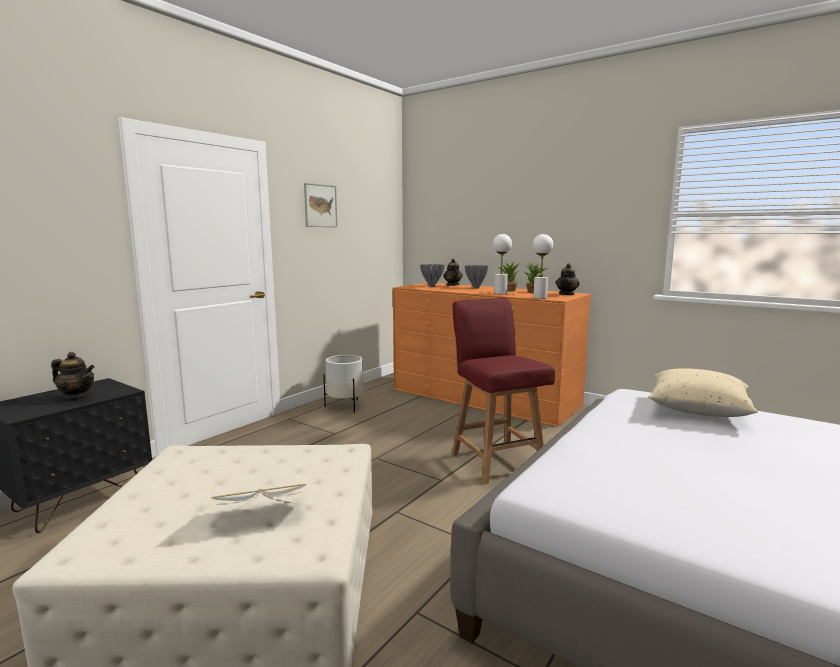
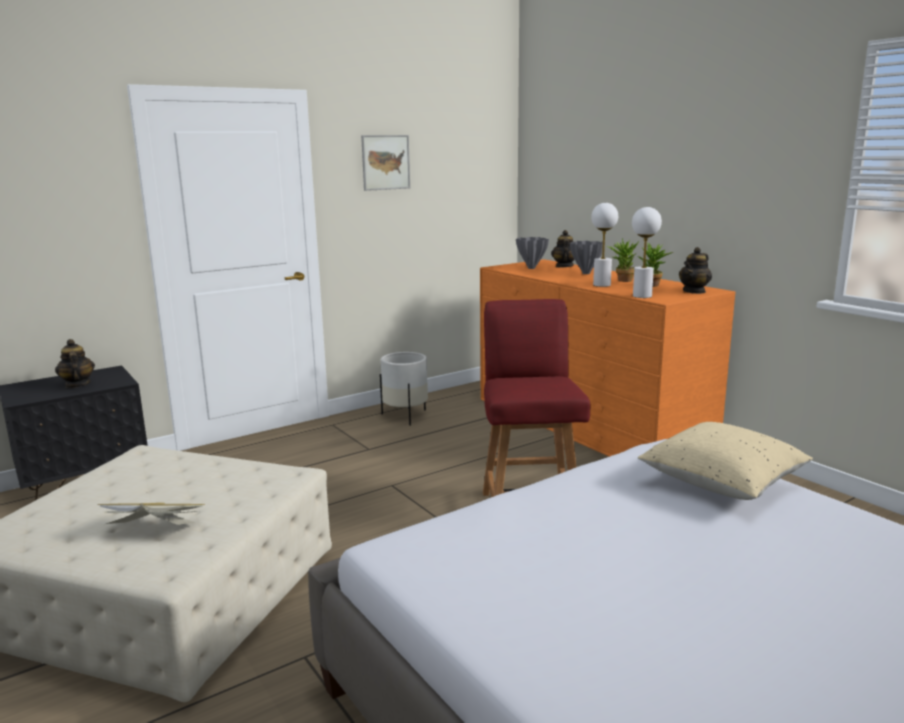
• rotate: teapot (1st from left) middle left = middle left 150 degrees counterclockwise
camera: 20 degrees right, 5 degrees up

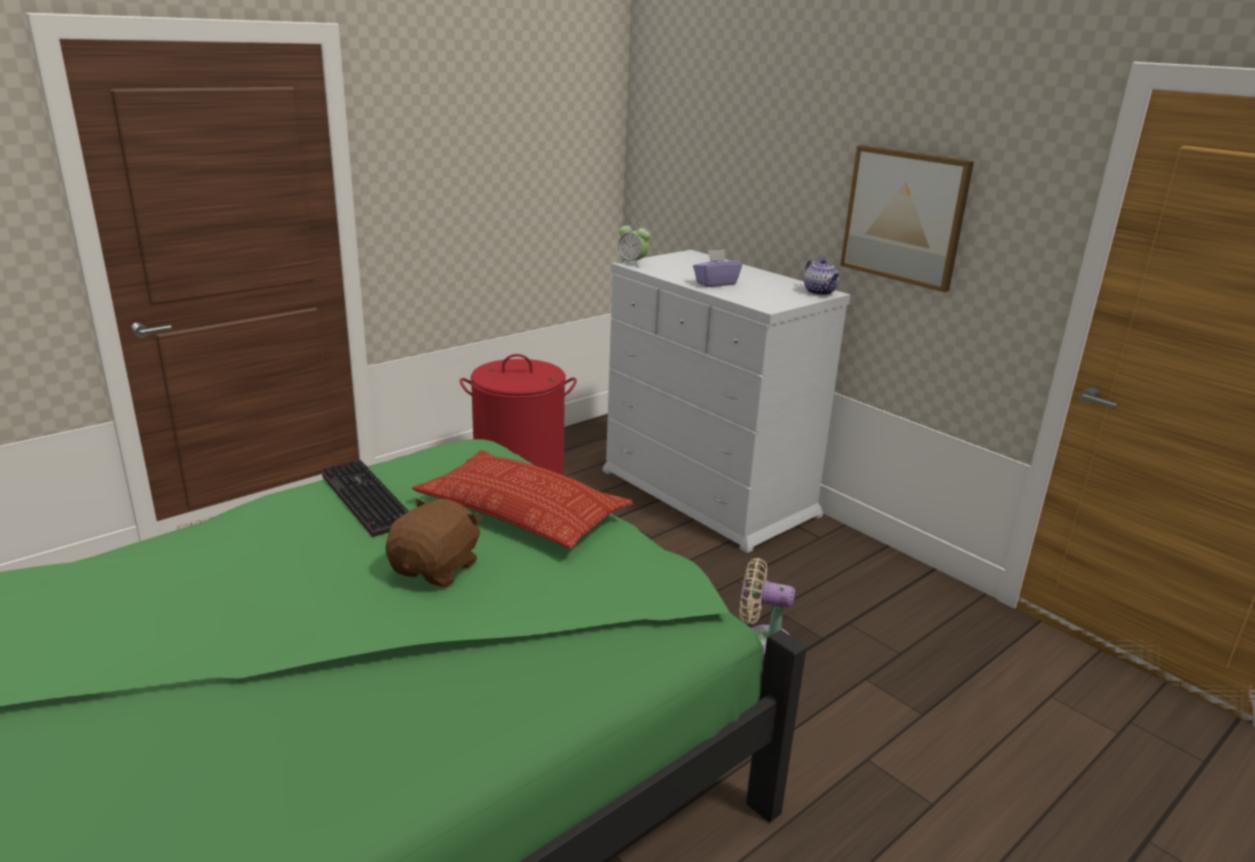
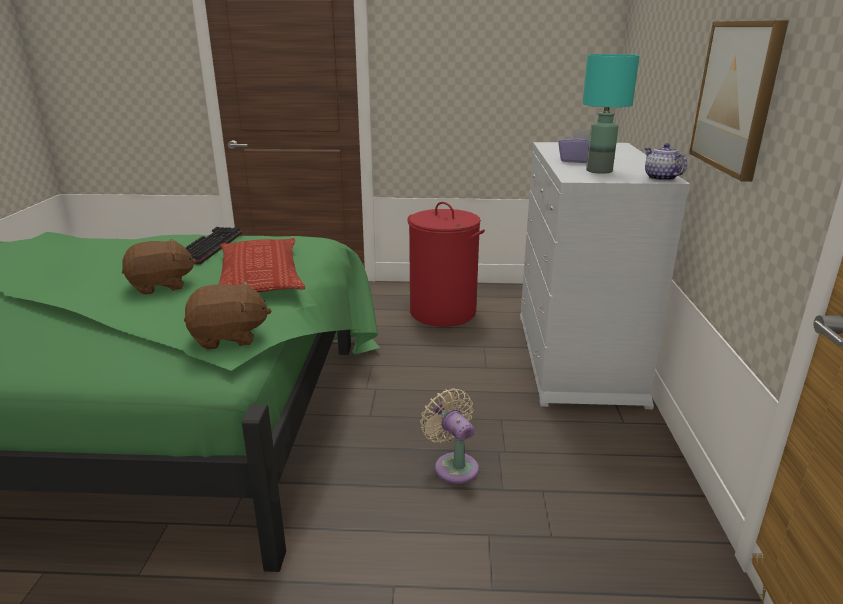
• insert: brown plush toy (2nd from left) middle left
• insert: turquoise table lamp top right
• rotate: teapot top centre = top right 135 degrees clockwise
• delete: alarm clock top centre
camera: 45 degrees right, 0 degrees up

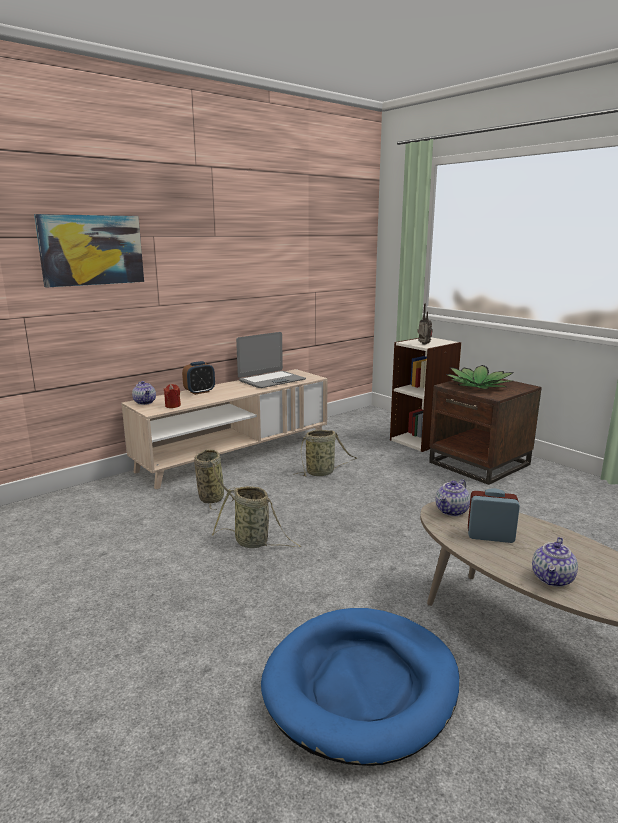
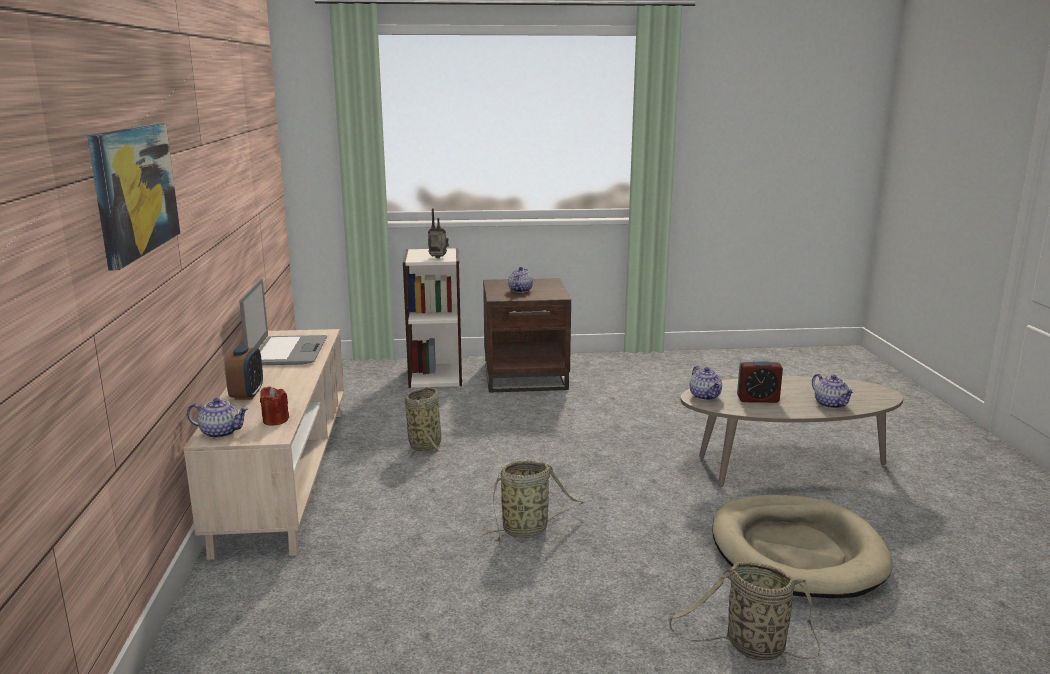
• replace: potted plant middle right to teapot (2nd from left) centre
• move: basket (1st from left in the first image) centre to basket (3rd from left) bottom right
• recolor: blue dog bed bottom centre to beige dog bed bottom right
• rotate: alarm clock (2nd from left) middle right = middle right 135 degrees counterclockwise
camera: 55 degrees left, 0 degrees up

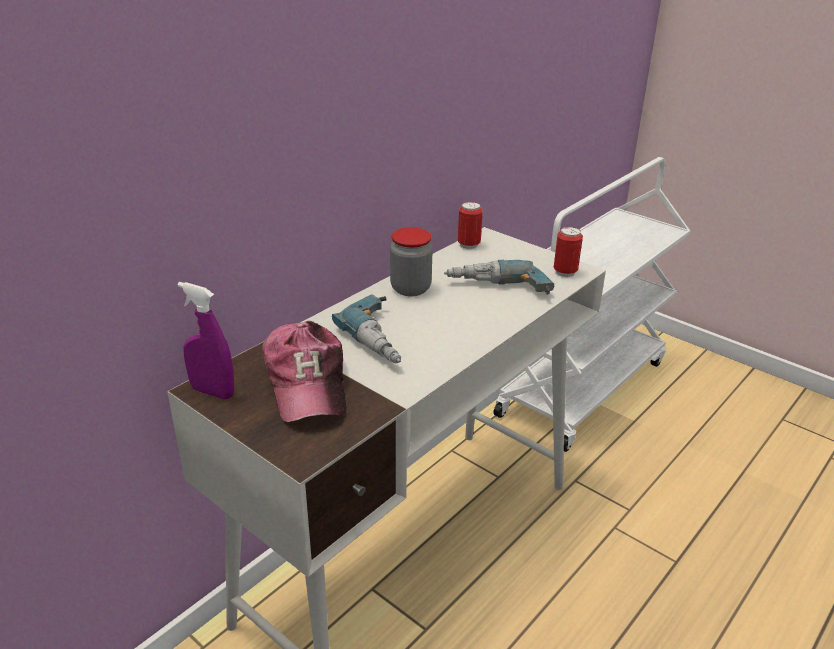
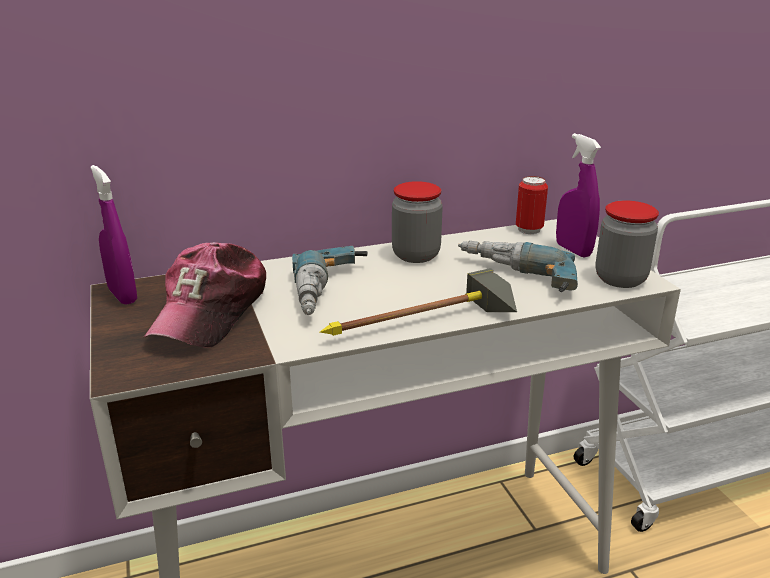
• insert: hammer centre
• insert: purple spray bottle (2nd from left) middle right
• replace: can (2nd from left) middle right to jar (2nd from left) middle right
camera: 30 degrees right, 5 degrees down

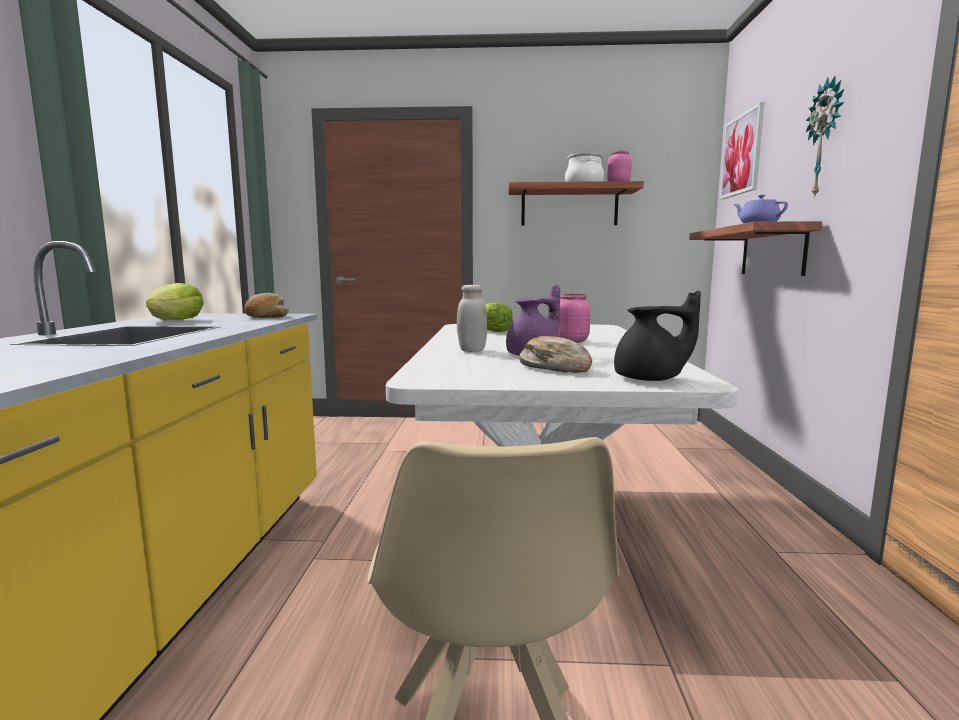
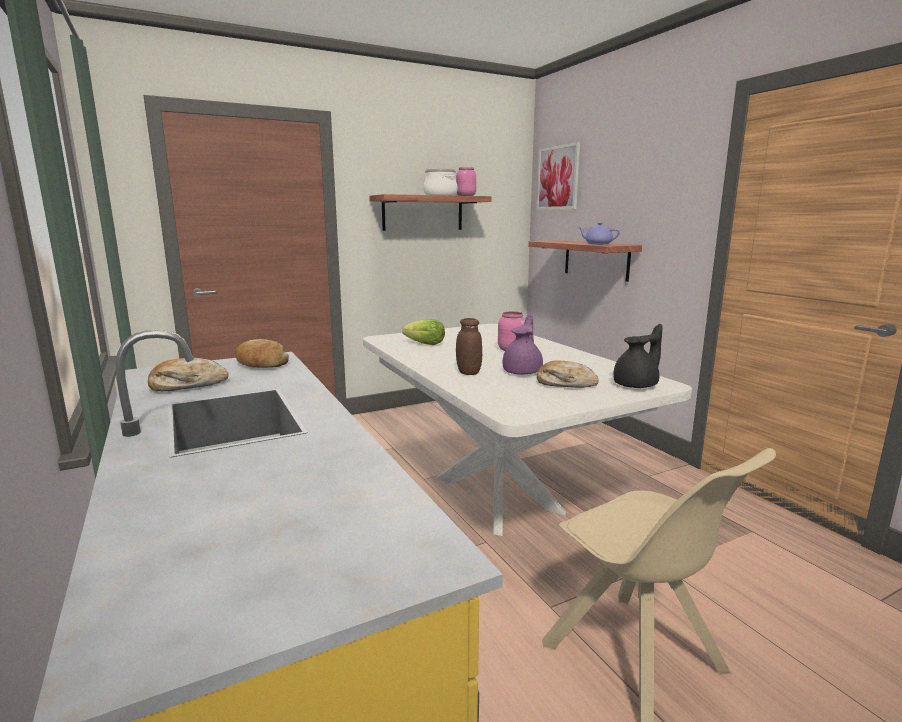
• replace: lettuce (1st from left) middle left to bread (1st from left) middle left
• recolor: white jar centre to brown jar centre
• delete: wall clock top right
camera: 30 degrees left, 5 degrees up

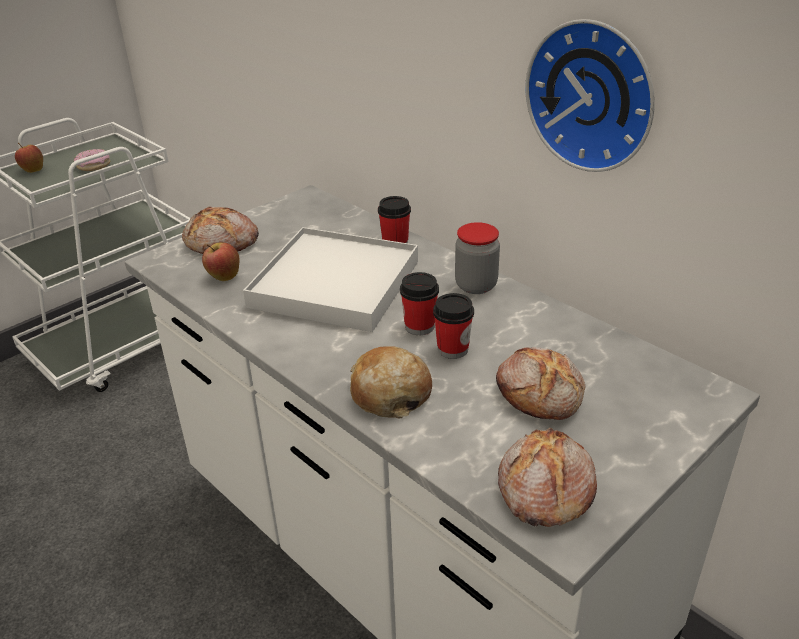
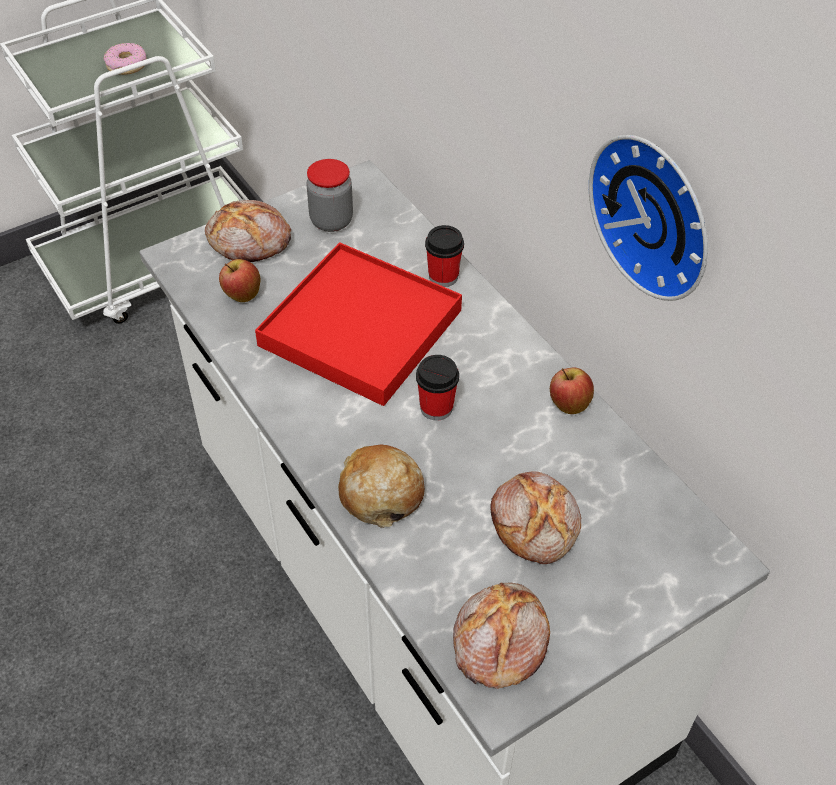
• recolor: white tray centre to red tray centre
• move: jar centre to top centre
• move: apple (1st from left in the first image) top left to apple (2nd from left) middle right
• delete: cup (3rd from left) centre
camera: 10 degrees right, 15 degrees up

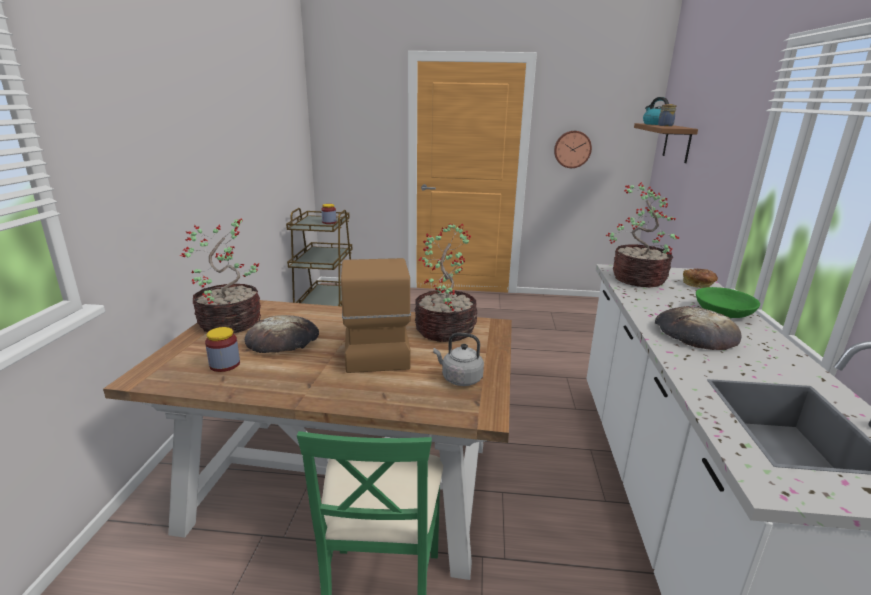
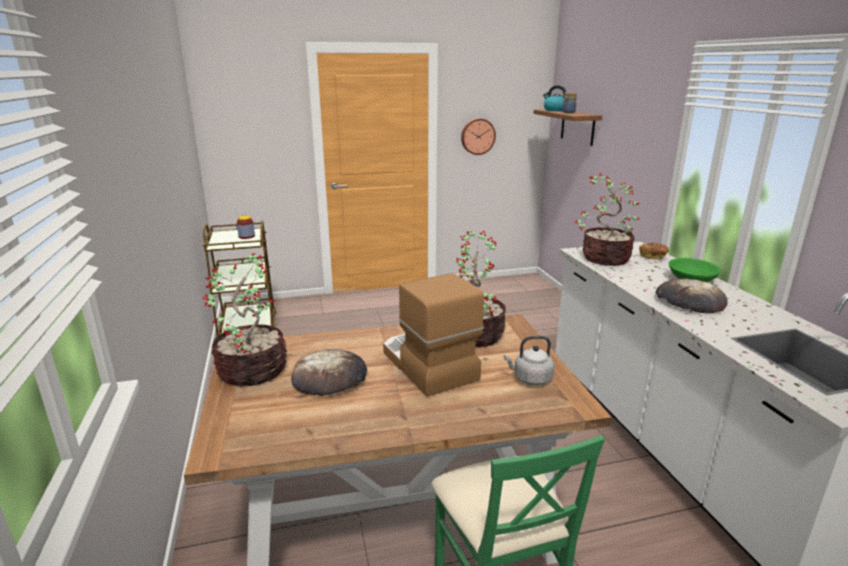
• delete: jar (1st from left) middle left
camera: 20 degrees left, 0 degrees up

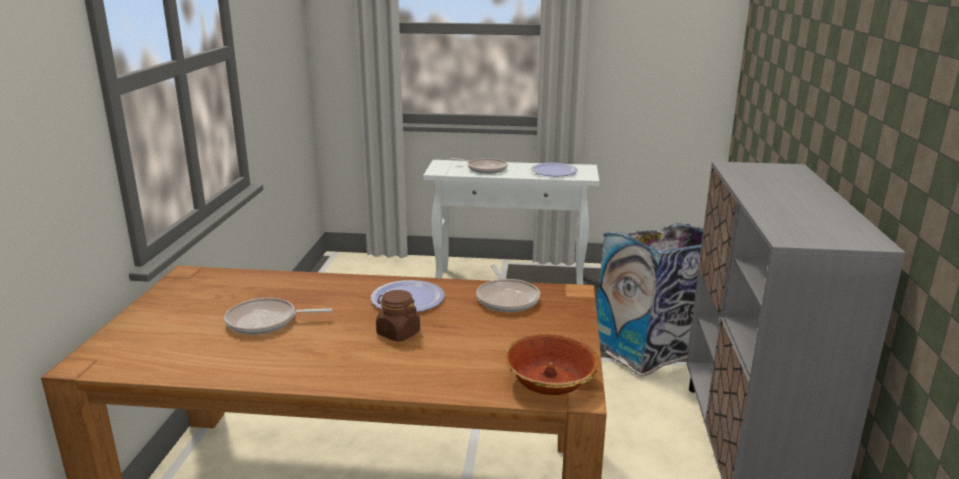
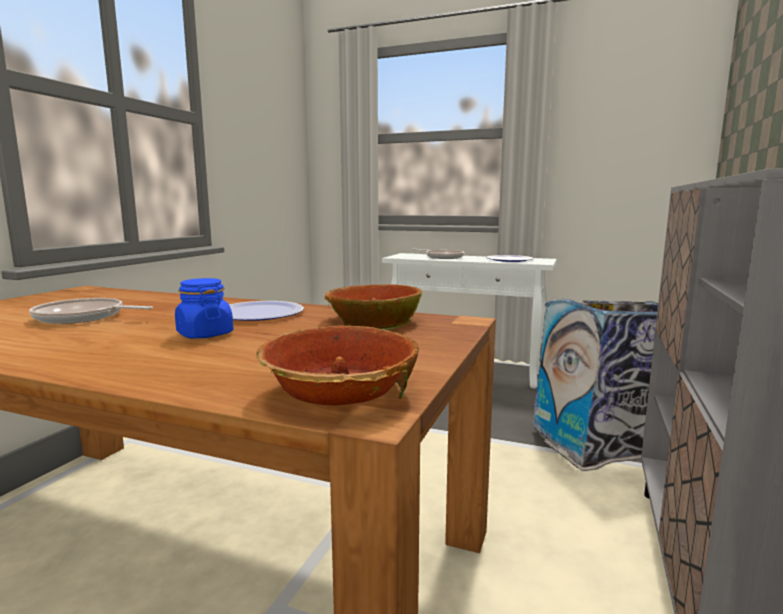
• recolor: brown jar centre to blue jar middle left
• replace: frying pan (3rd from left) centre to bowl (2nd from left) centre
camera: 15 degrees right, 10 degrees down

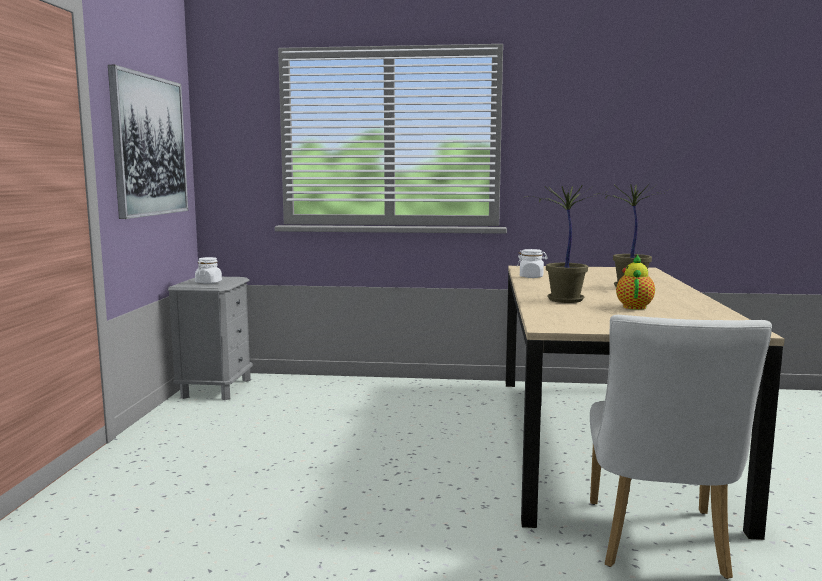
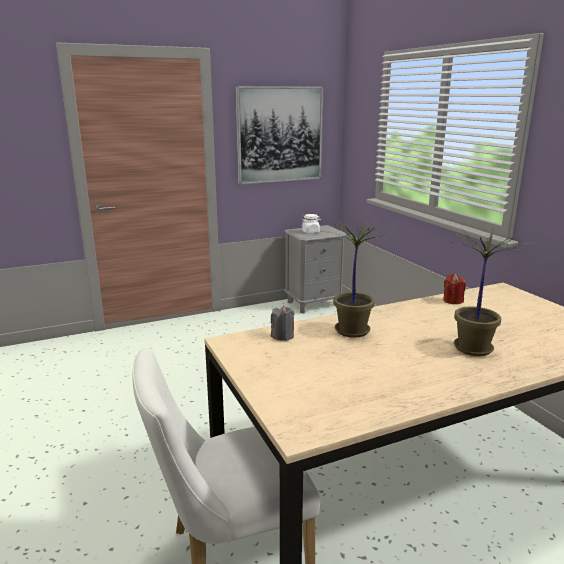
• insert: grey candle centre
• replace: white jar (2nd from left) centre to red candle middle right
• delete: teapot middle right
camera: 60 degrees right, 10 degrees up

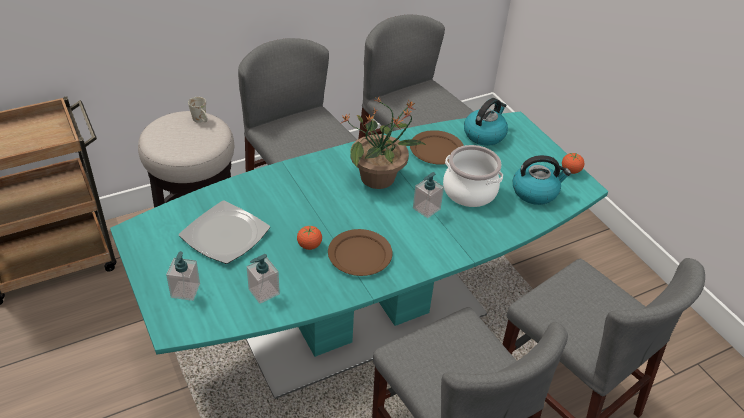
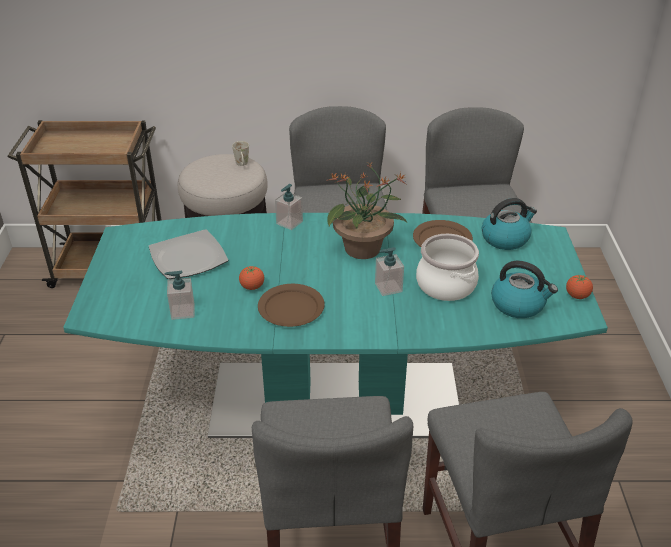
• move: soap dispenser (1st from left in the first image) middle left to soap dispenser (2nd from left) centre
camera: 30 degrees right, 5 degrees down

